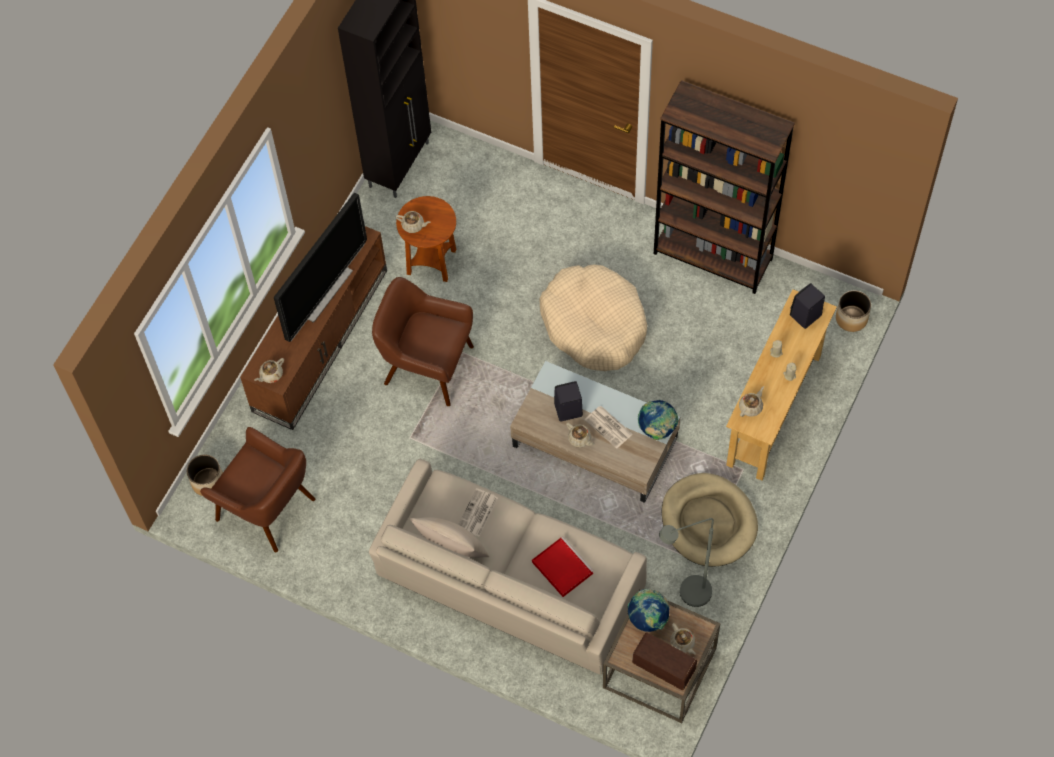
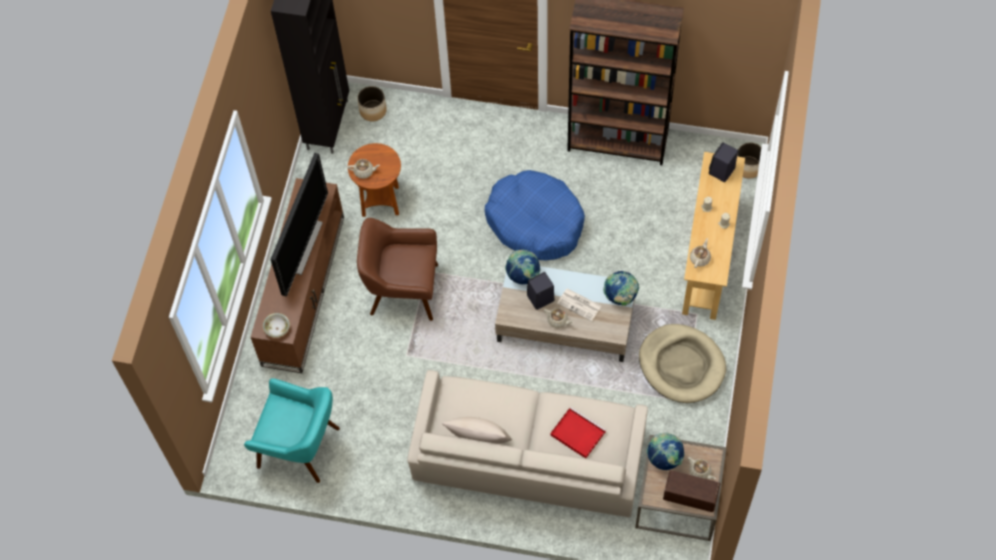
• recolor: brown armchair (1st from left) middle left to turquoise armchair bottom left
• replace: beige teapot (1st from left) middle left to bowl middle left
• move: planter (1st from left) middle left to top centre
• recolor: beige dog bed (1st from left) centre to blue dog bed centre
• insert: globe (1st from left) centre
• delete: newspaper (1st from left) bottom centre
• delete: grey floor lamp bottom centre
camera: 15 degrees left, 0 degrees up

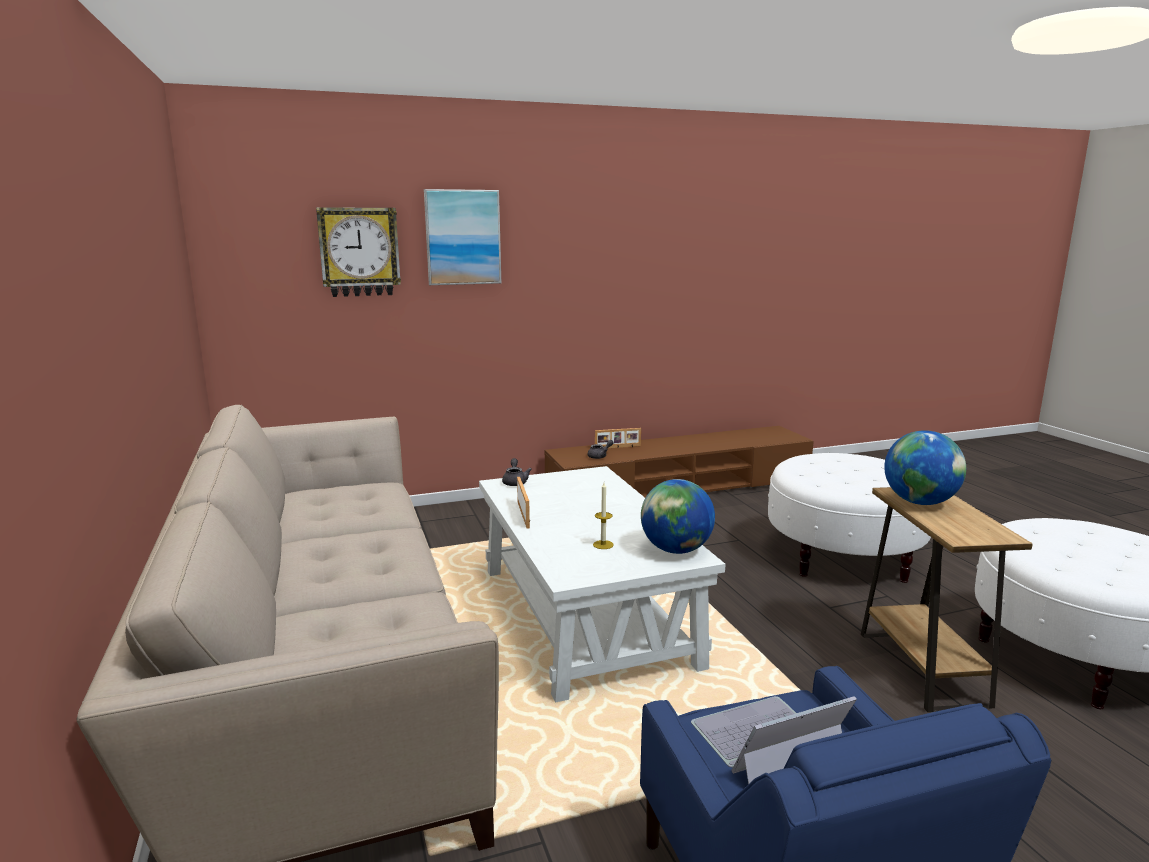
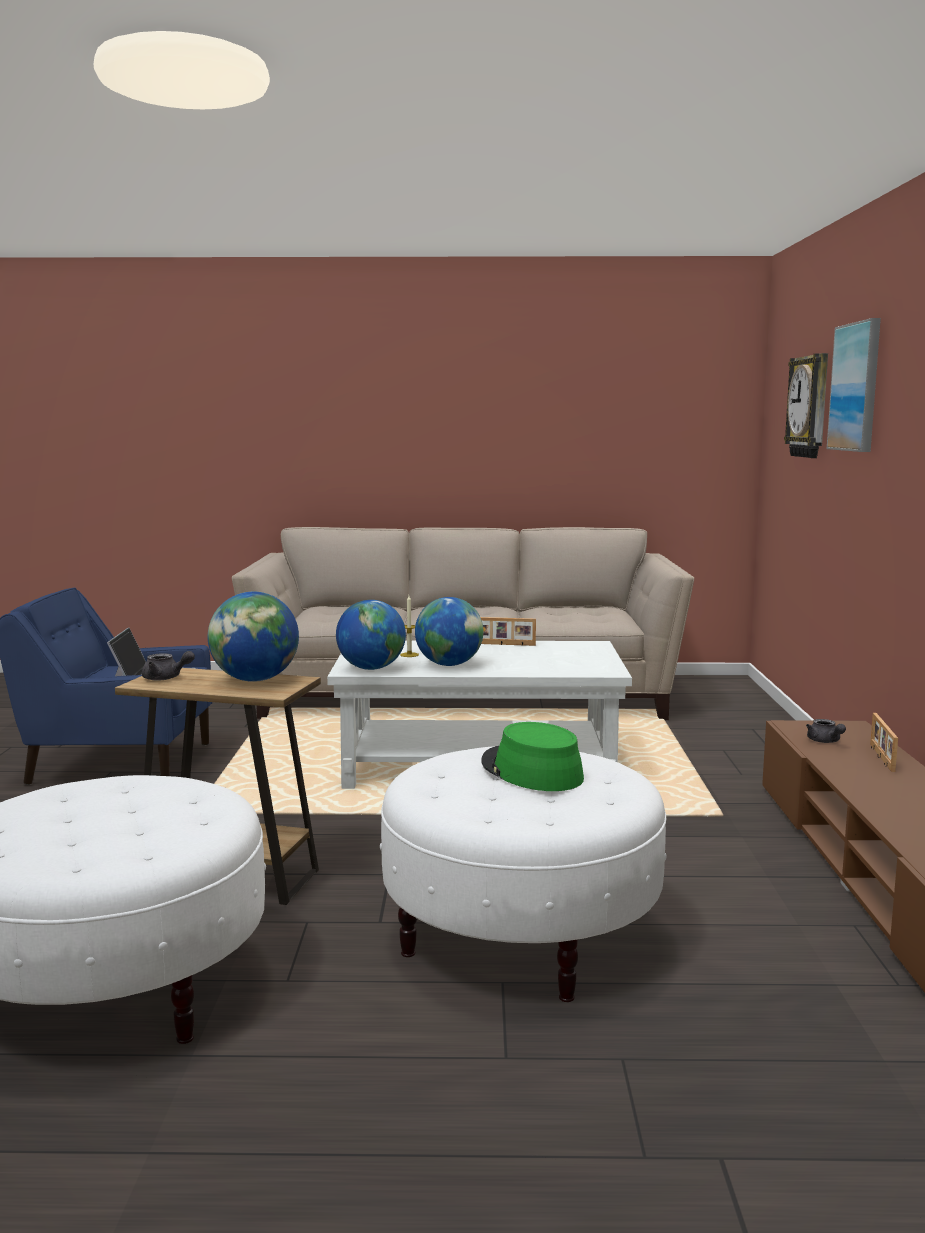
• move: grey teapot (1st from left) centre to middle left
• insert: globe (3rd from left) centre
• insert: green hat centre
camera: 110 degrees right, 5 degrees down

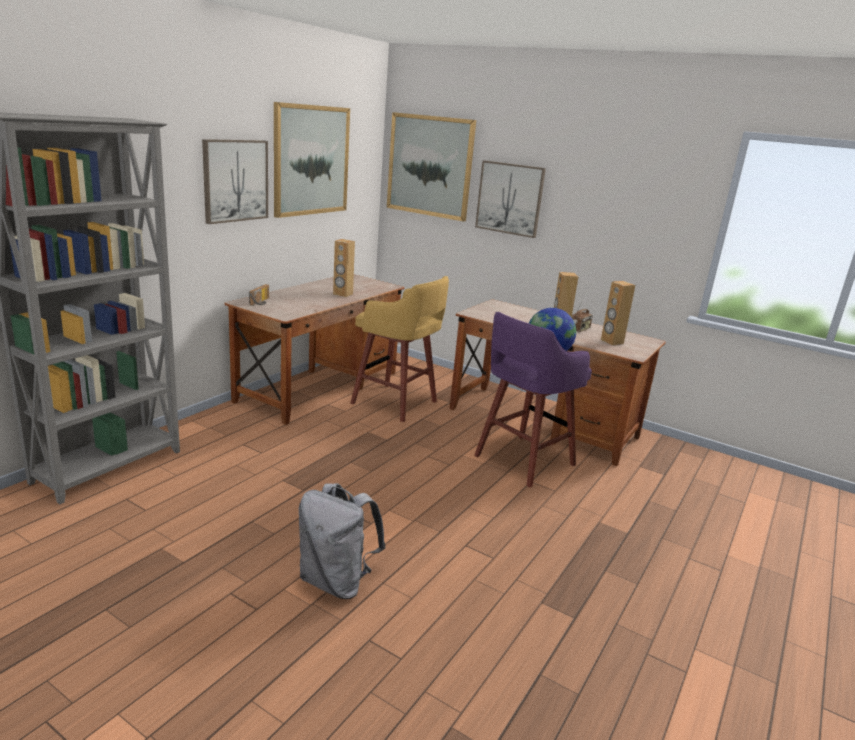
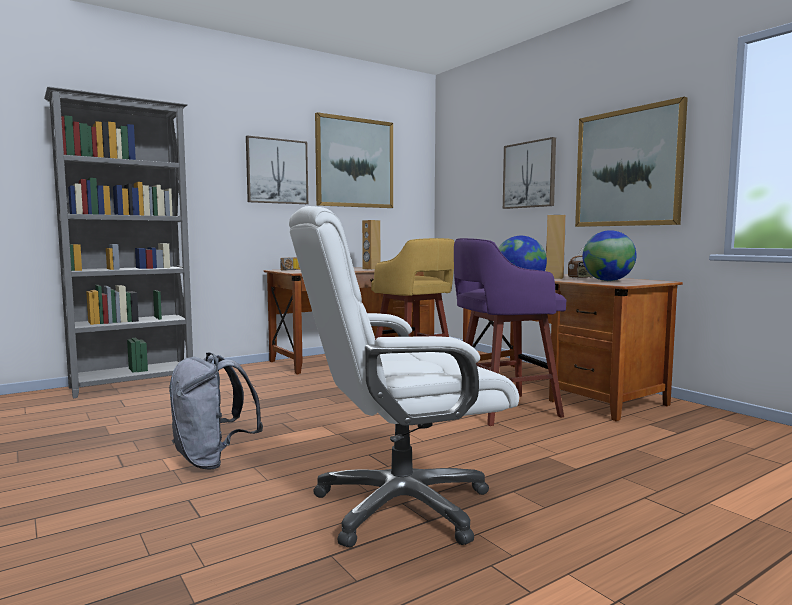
• insert: white office chair centre
• move: picture (3rd from left in the first image) top centre to picture (4th from left) top right
• replace: brown speaker (3rd from left) middle right to globe (2nd from left) middle right
camera: 25 degrees right, 15 degrees down

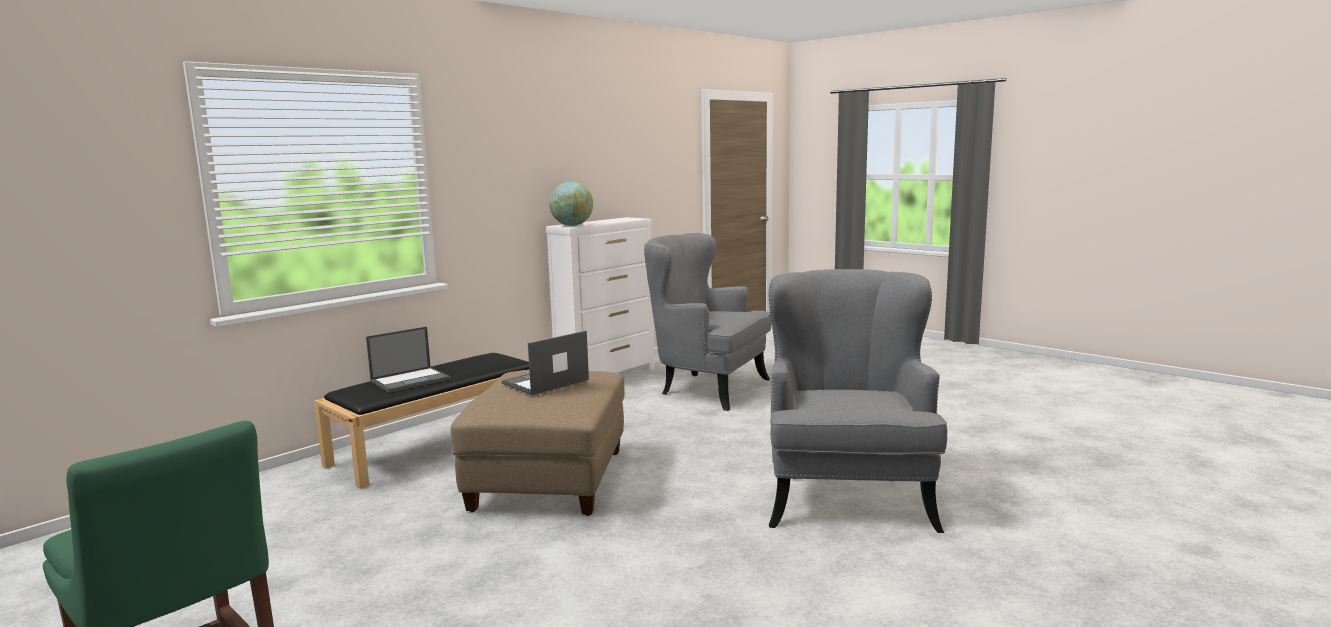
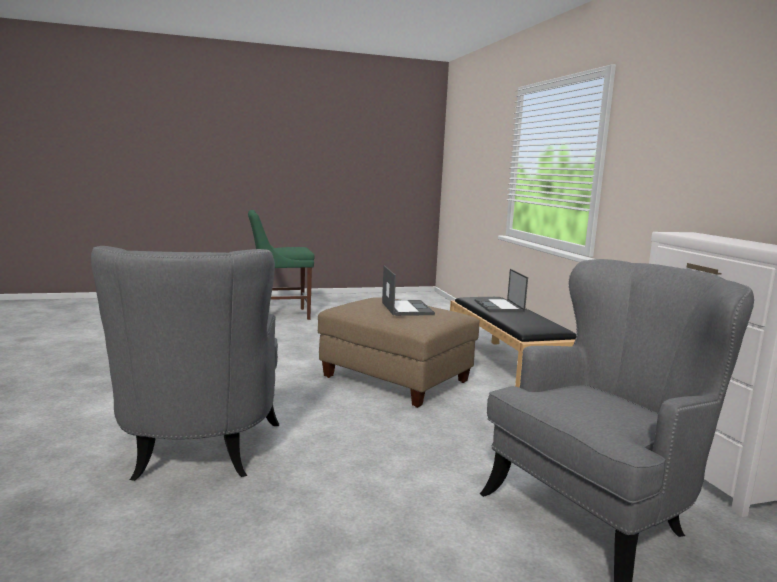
• rotate: grey armchair (2nd from left in the first image) centre = middle left 45 degrees clockwise
• delete: globe top centre
camera: 120 degrees right, 0 degrees up

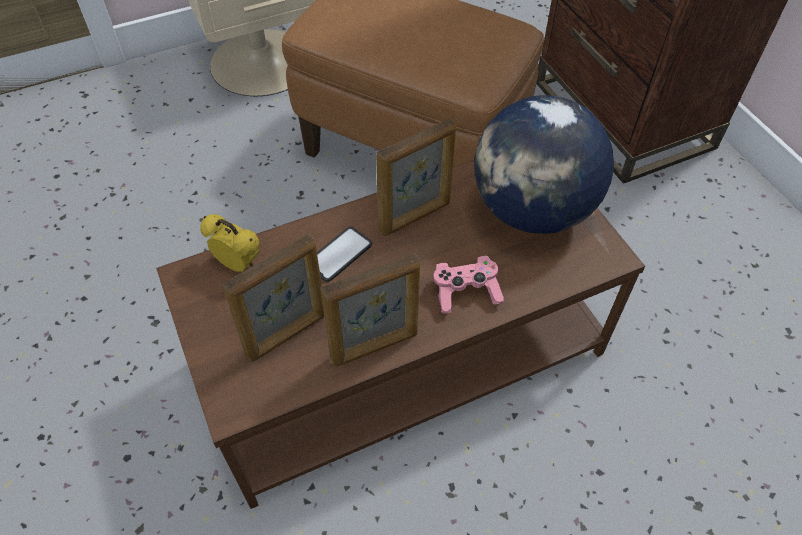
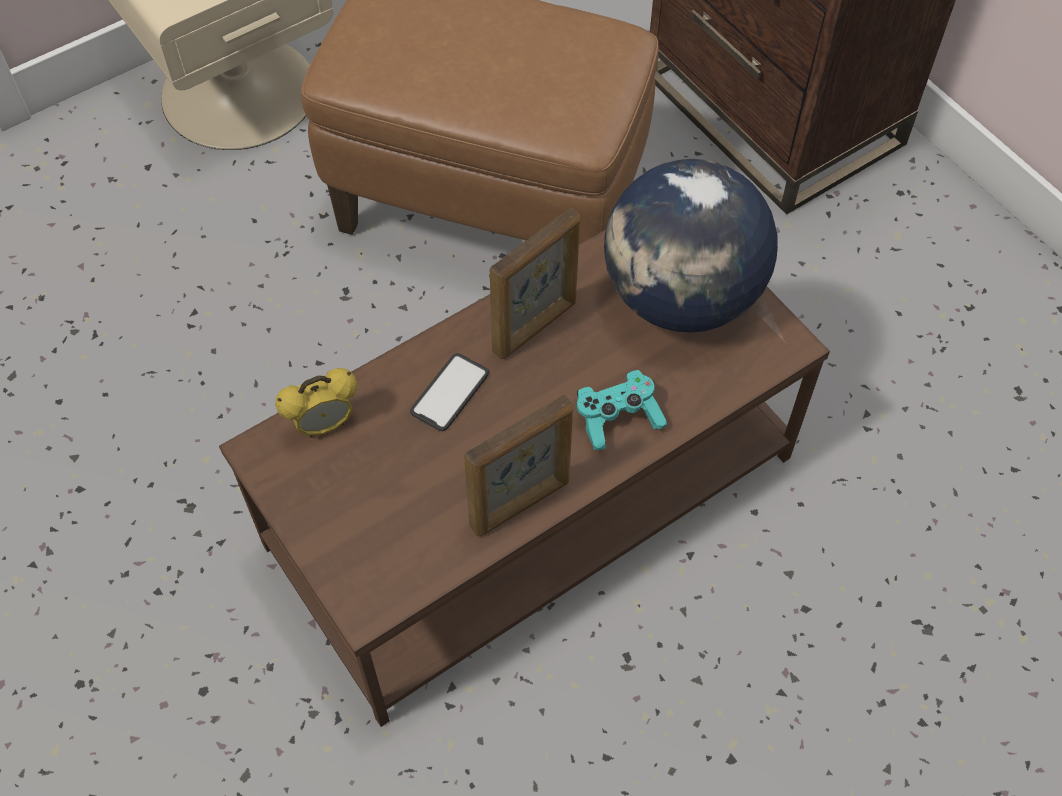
• rotate: alarm clock middle left = middle left 135 degrees clockwise
• recolor: pink game controller centre to turquoise game controller centre
• delete: picture frame (1st from left) centre
camera: 10 degrees left, 5 degrees up

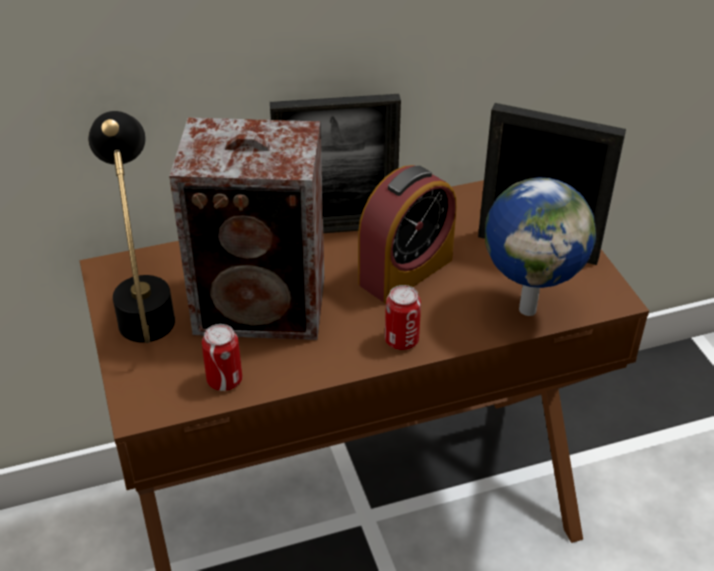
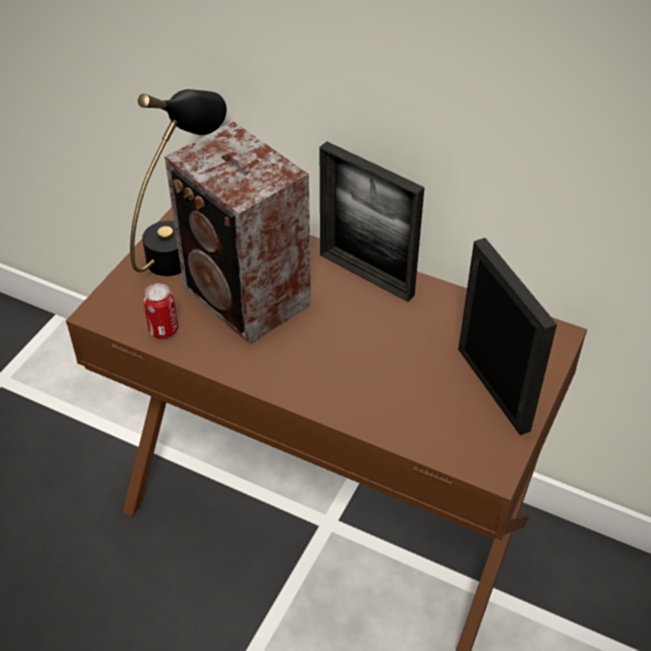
• delete: alarm clock centre
• delete: can (2nd from left) centre
• delete: globe middle right
camera: 45 degrees right, 5 degrees up

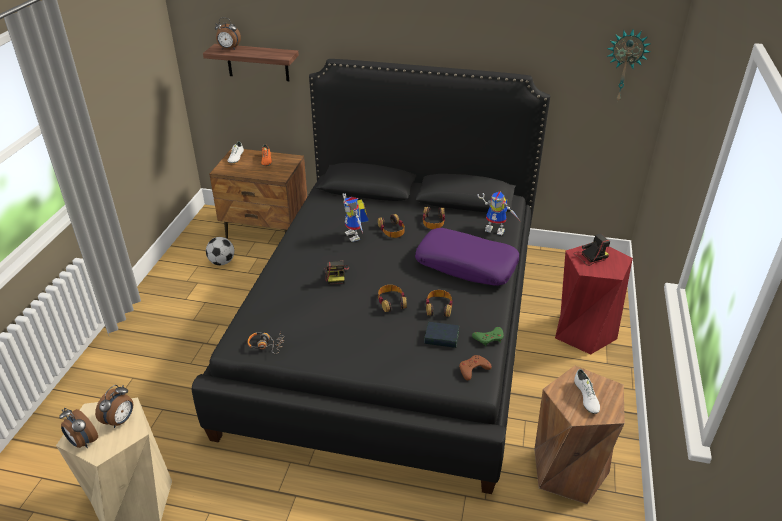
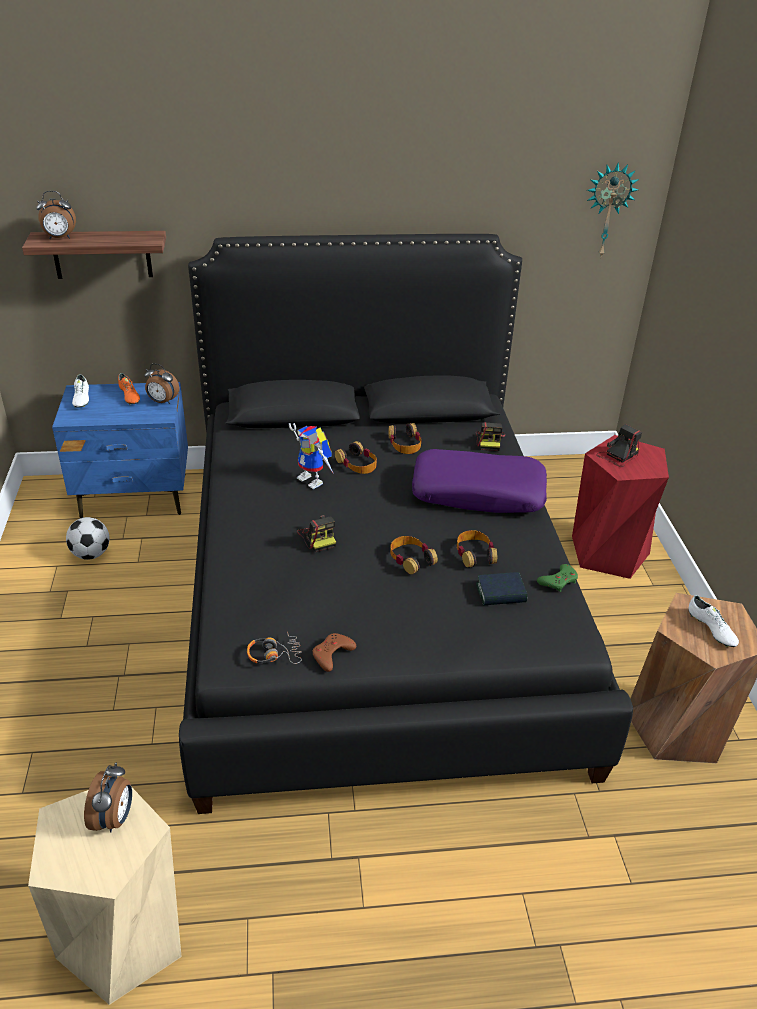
• recolor: brown nightstand middle left to blue nightstand middle left
• move: alarm clock (1st from left in the first image) bottom left to alarm clock (3rd from left) middle left
• move: brown game controller bottom centre to centre
• replace: toy robot (2nd from left) centre to photo camera (2nd from left) centre
camera: 20 degrees left, 0 degrees up

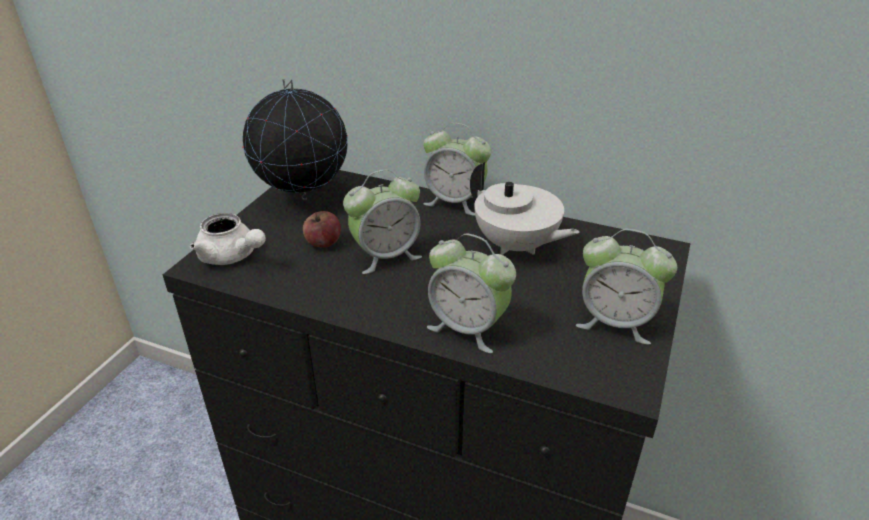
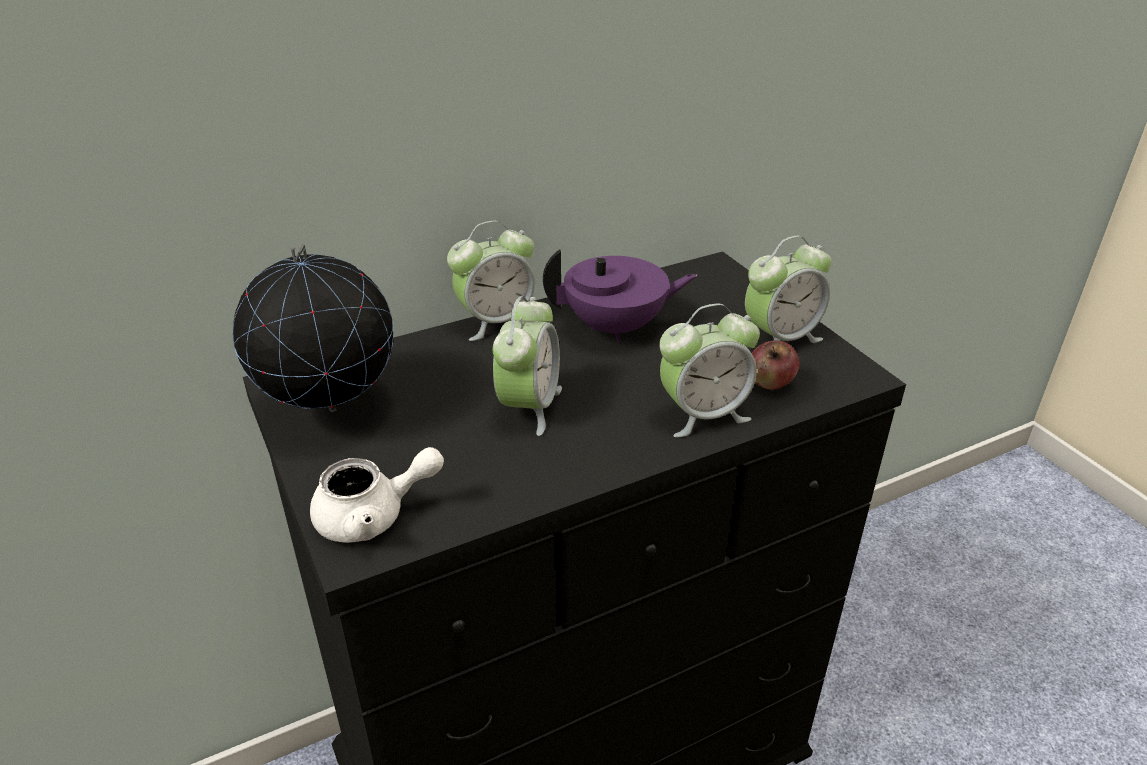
• recolor: white teapot (2nd from left) centre to purple teapot centre
• move: apple centre to middle right
camera: 50 degrees left, 0 degrees up

